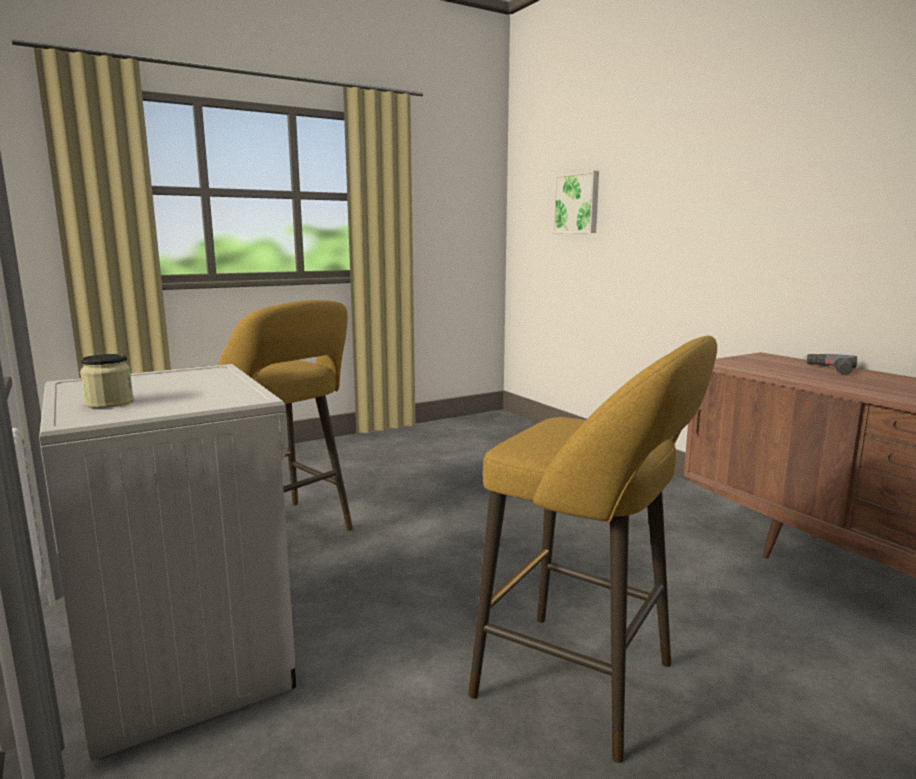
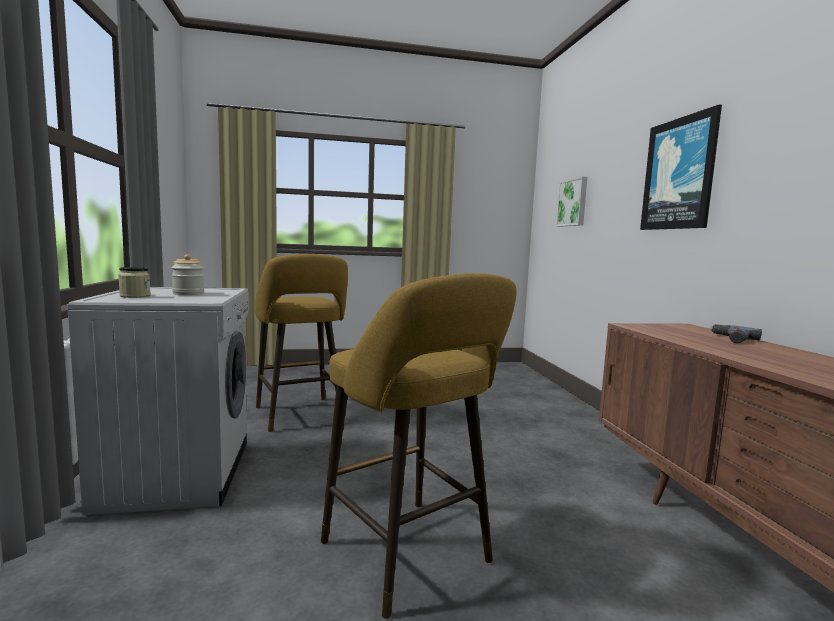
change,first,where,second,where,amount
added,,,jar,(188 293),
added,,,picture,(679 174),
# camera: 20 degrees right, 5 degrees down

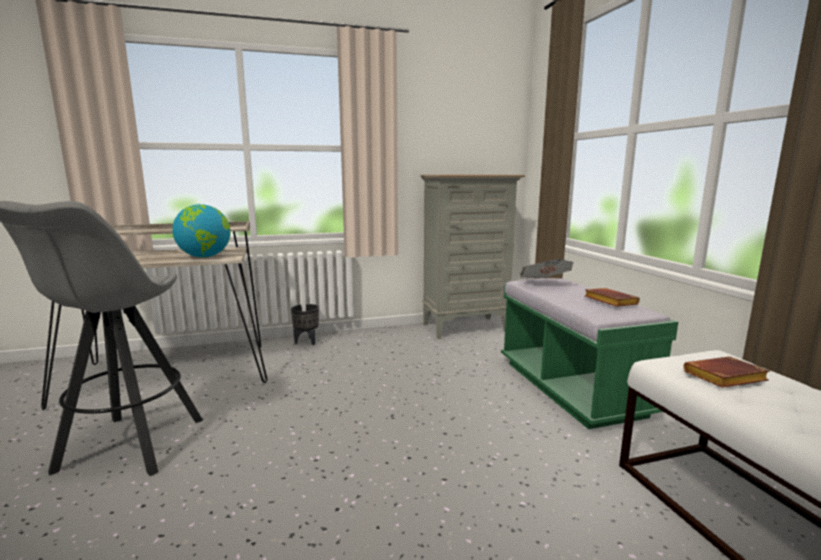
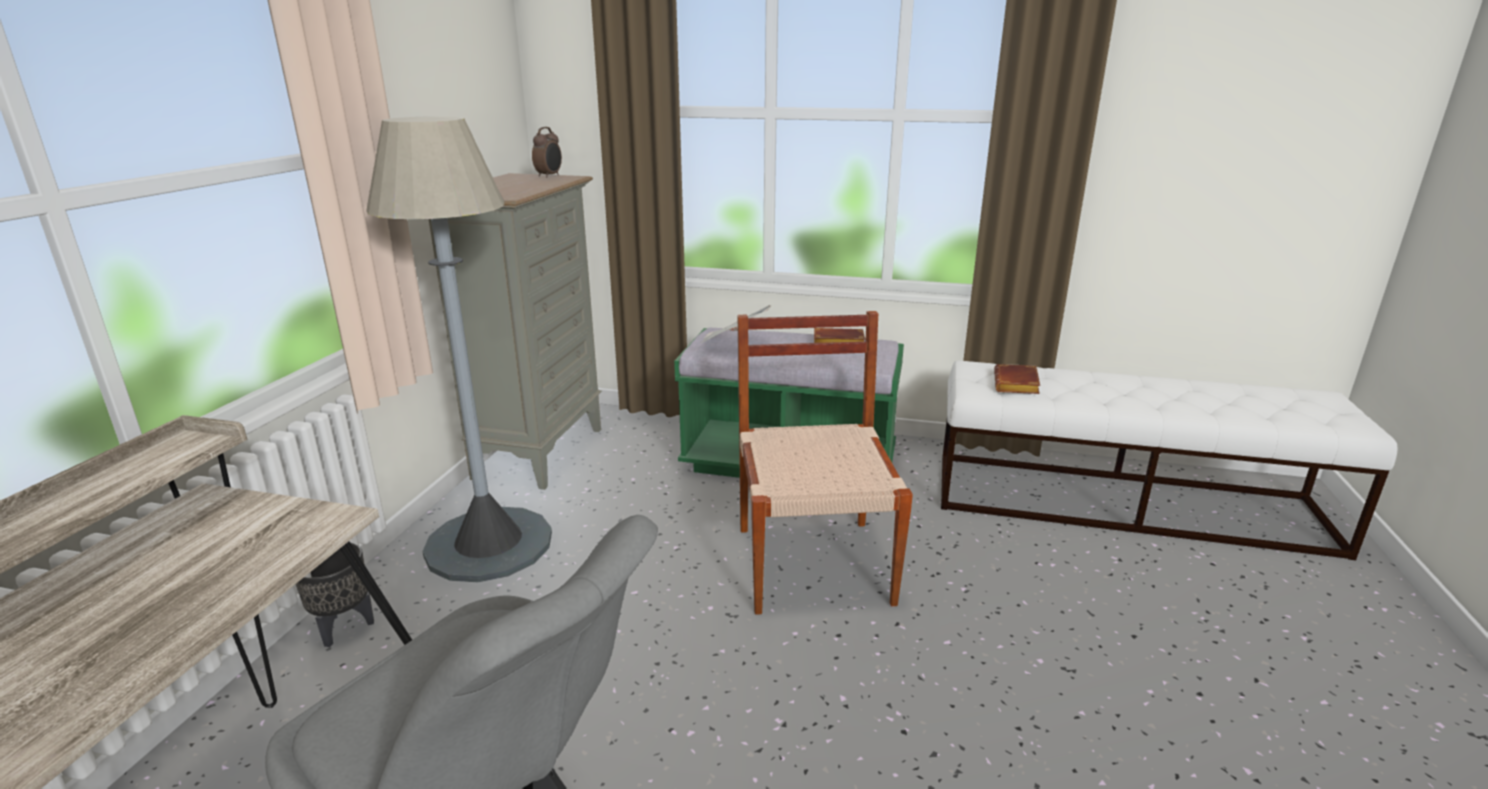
change,first,where,second,where,amount
added,,,grey floor lamp,(489 544),
added,,,alarm clock,(549 176),
added,,,chair,(813 562),
removed,globe,(205 257),,,
# camera: 60 degrees left, 10 degrees up

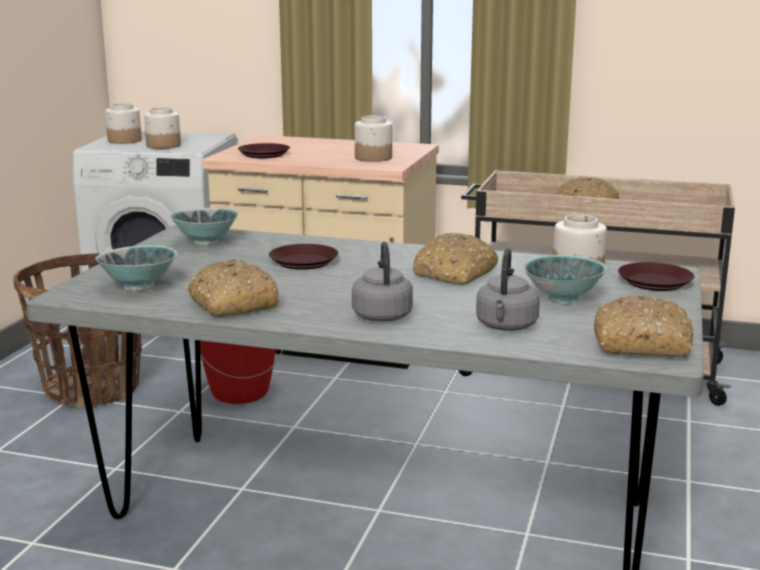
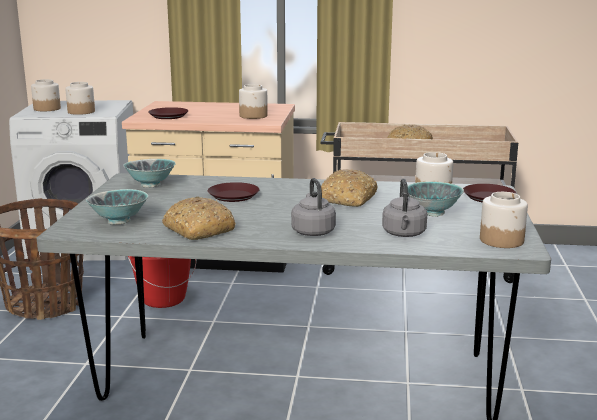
change,first,where,second,where,amount
replaced,bread,(642 344),jar,(502 240),
# camera: 10 degrees left, 0 degrees up

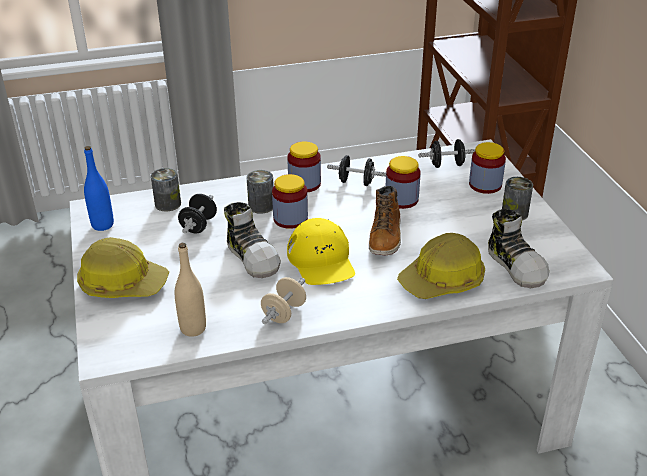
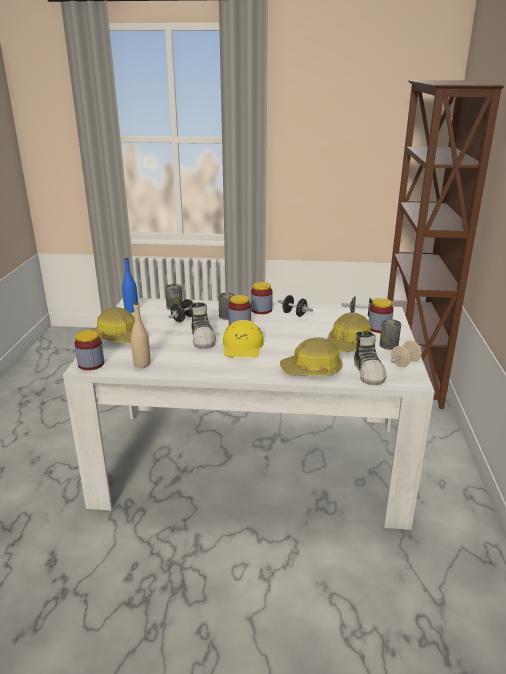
change,first,where,second,where,amount
moved,jar,(401 199),,(91 364),
added,,,hard hat,(348 343),
moved,beige dumbbell,(284 313),,(404 363),
removed,boot,(385 236),,,
# camera: 20 degrees right, 10 degrees down

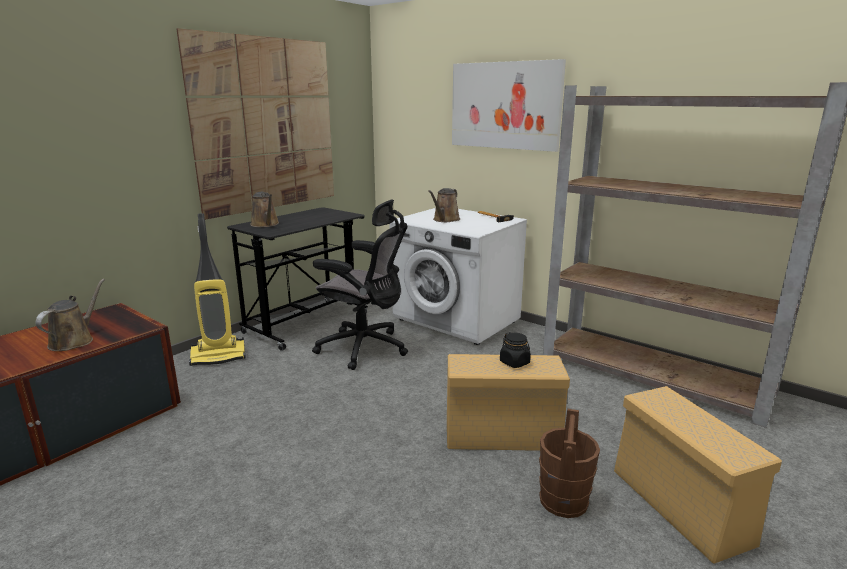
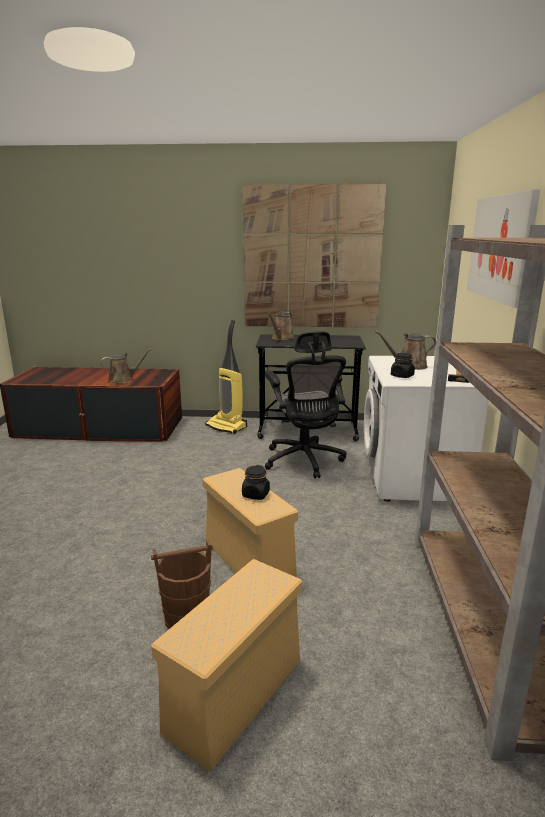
change,first,where,second,where,amount
added,,,black jar,(402 376),
# camera: 55 degrees right, 0 degrees up

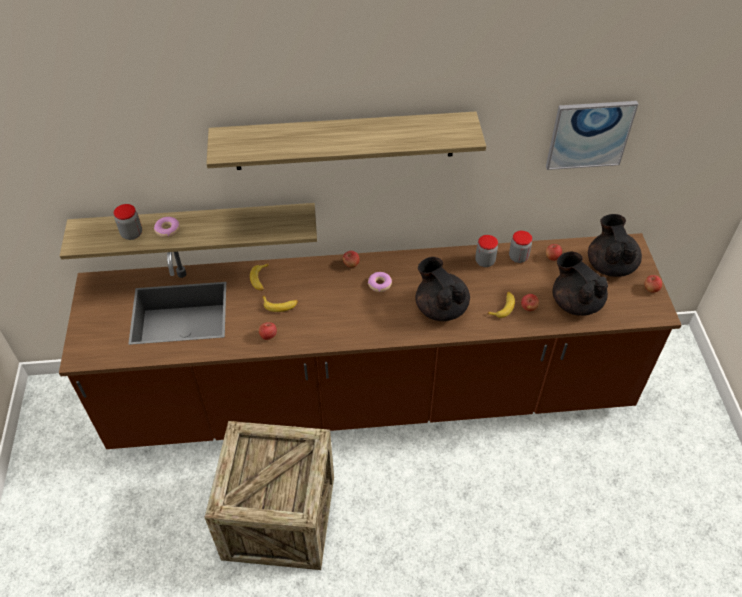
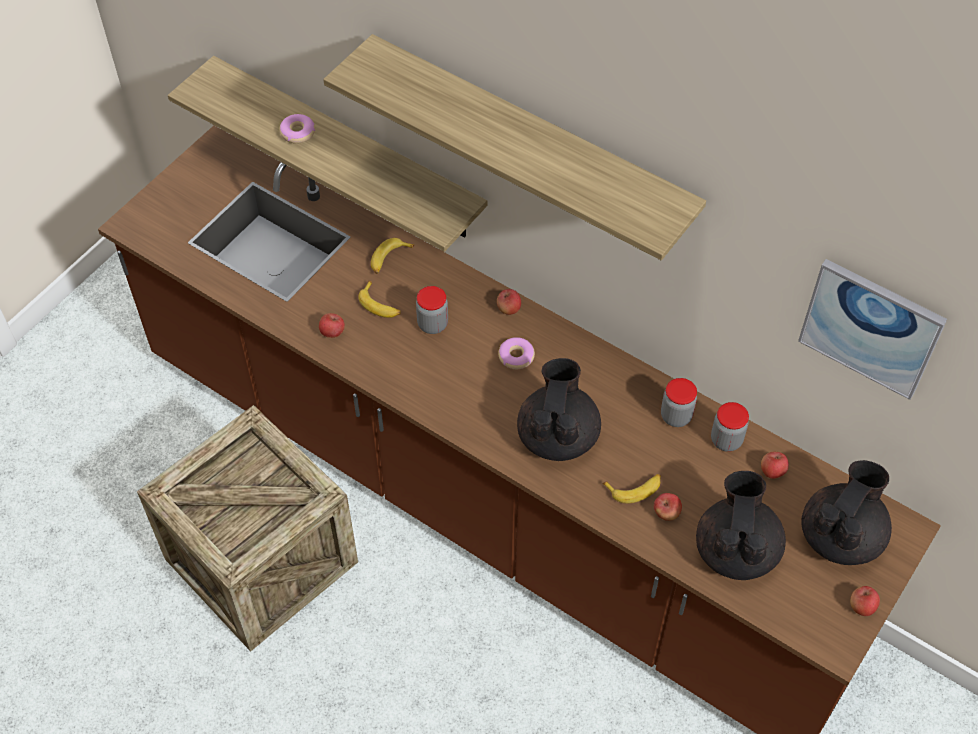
change,first,where,second,where,amount
moved,jar,(132 234),,(432 324),
# camera: 40 degrees right, 5 degrees up

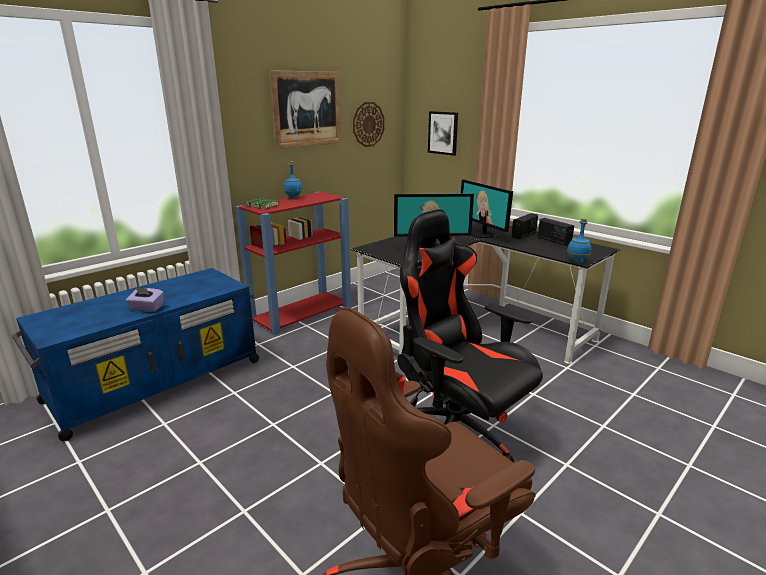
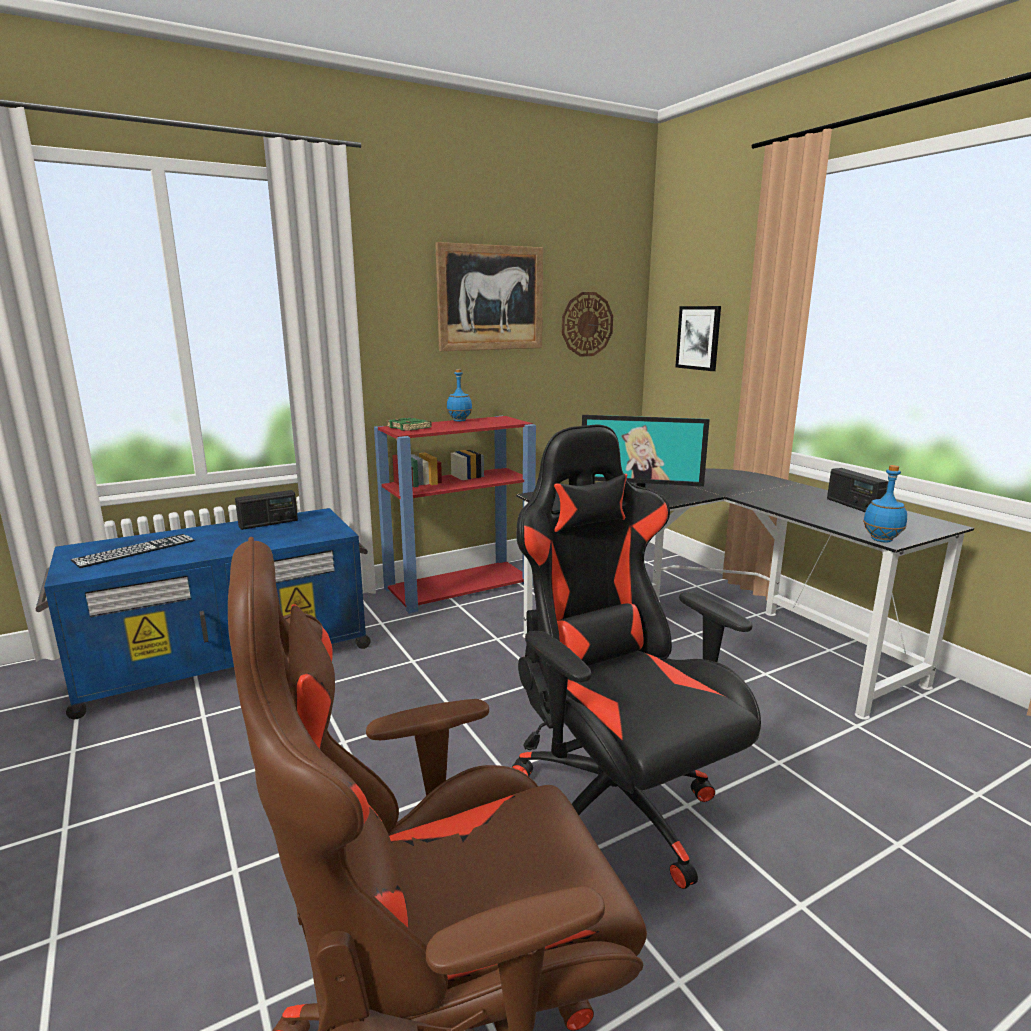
change,first,where,second,where,amount
added,,,keyboard,(135 550),
moved,radio,(524 235),,(268 523),
removed,purple tissue box,(147 308),,,
removed,monitor,(483 234),,,
# camera: 15 degrees right, 5 degrees down

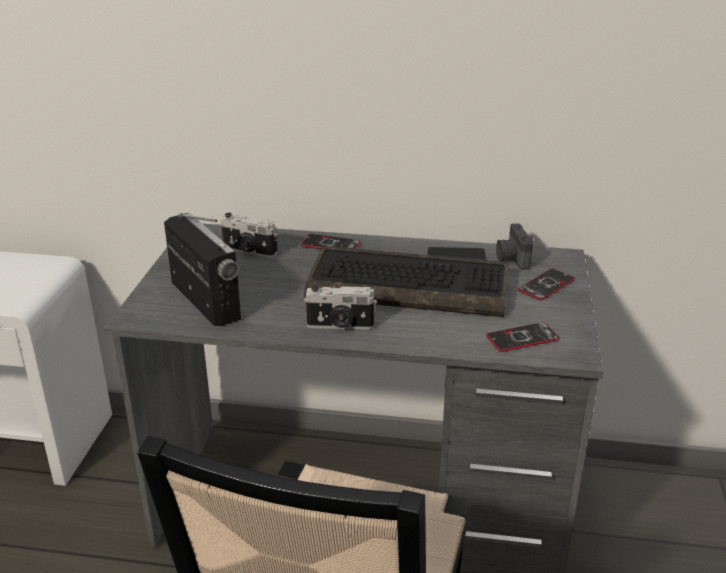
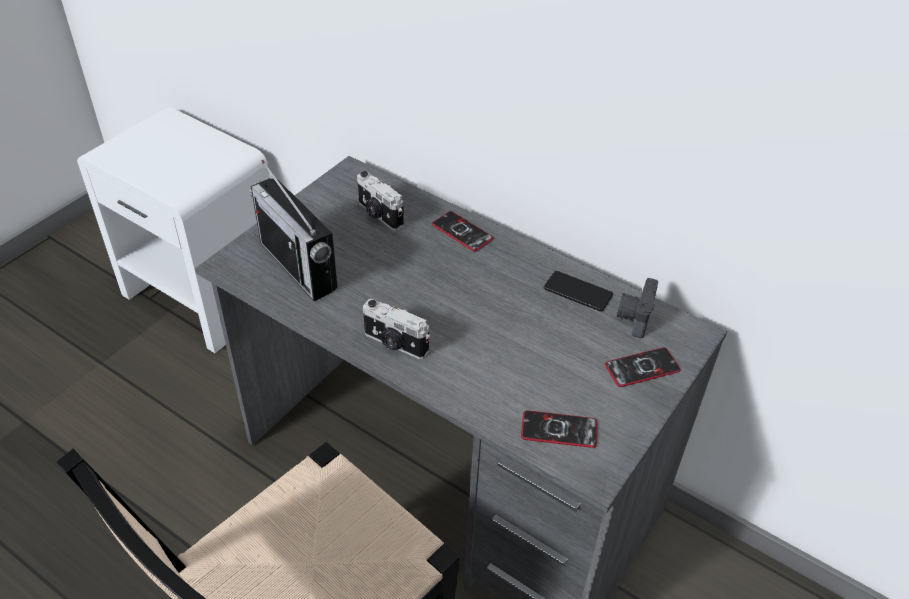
change,first,where,second,where,amount
turned,radio,(205 301),,(298 266),150 degrees clockwise
removed,keyboard,(411 285),,,
# camera: 25 degrees right, 15 degrees up

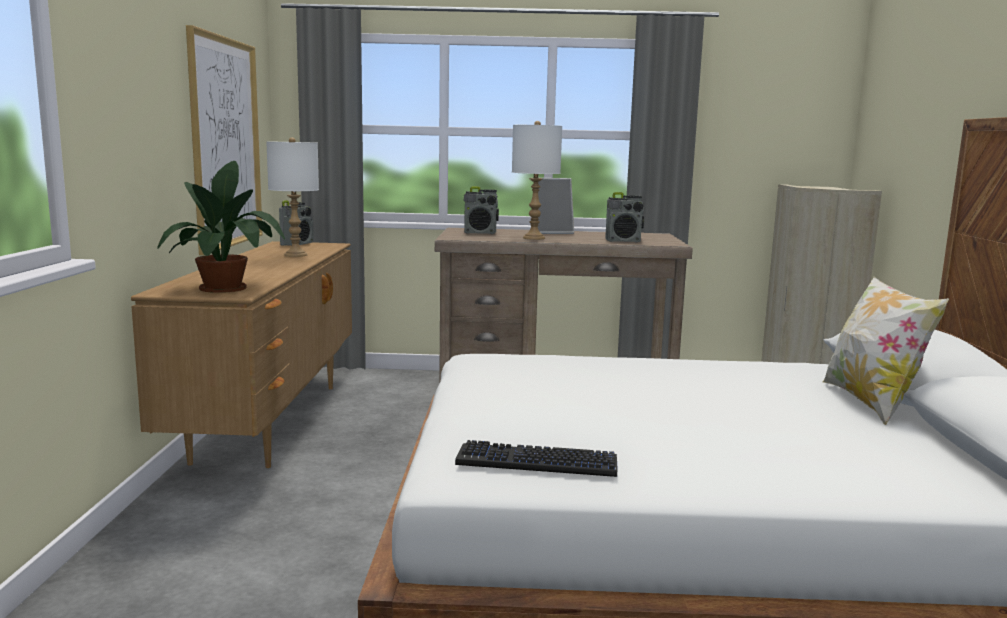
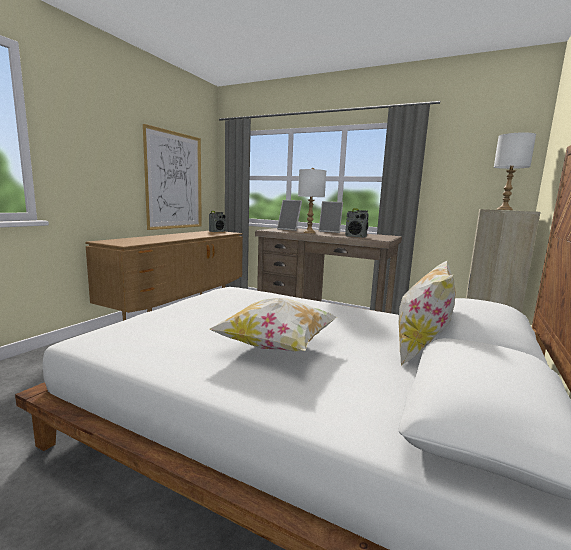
change,first,where,second,where,amount
added,,,pillow,(277 346),
replaced,radio,(480 233),picture frame,(289 229),
moved,white table lamp,(295 255),,(504 209),
removed,potted plant,(227 287),,,
removed,keyboard,(537 461),,,
# camera: 25 degrees right, 0 degrees up

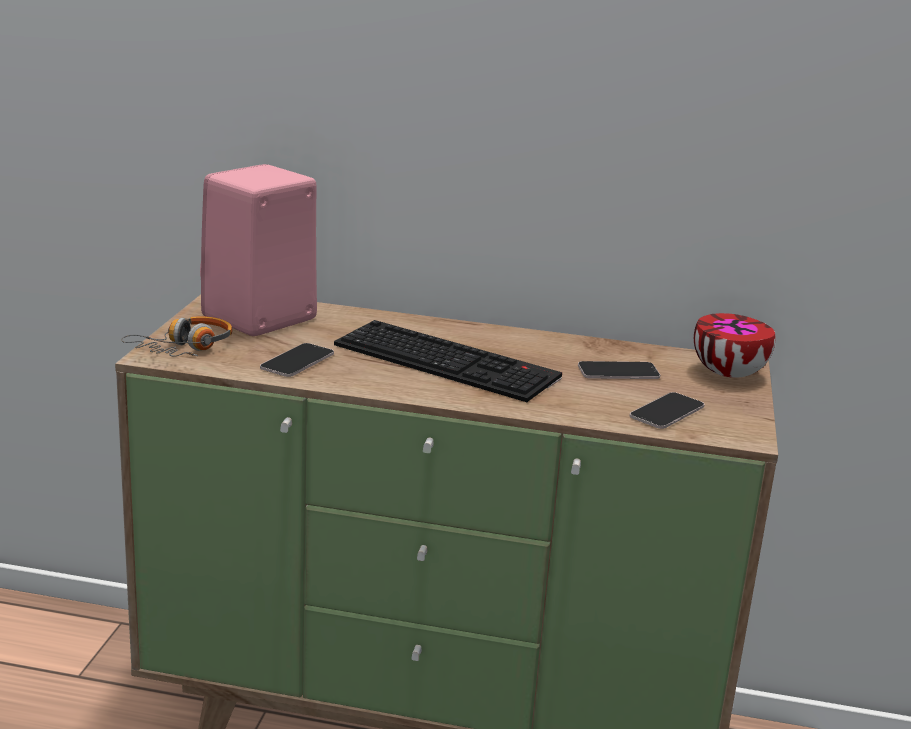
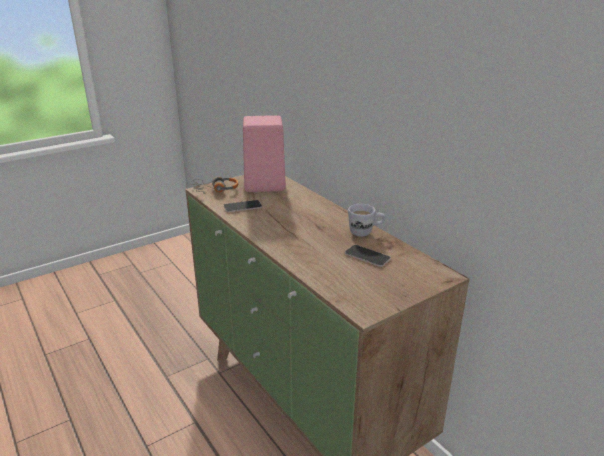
change,first,where,second,where,amount
added,,,white mug,(365 232),
removed,keyboard,(449 361),,,
removed,phone,(667 412),,,
removed,bowl,(728 374),,,
# camera: 45 degrees right, 5 degrees up

